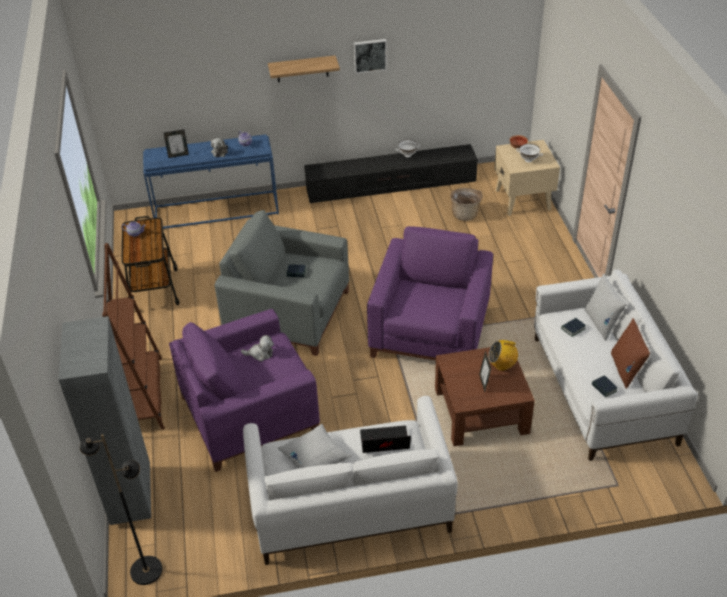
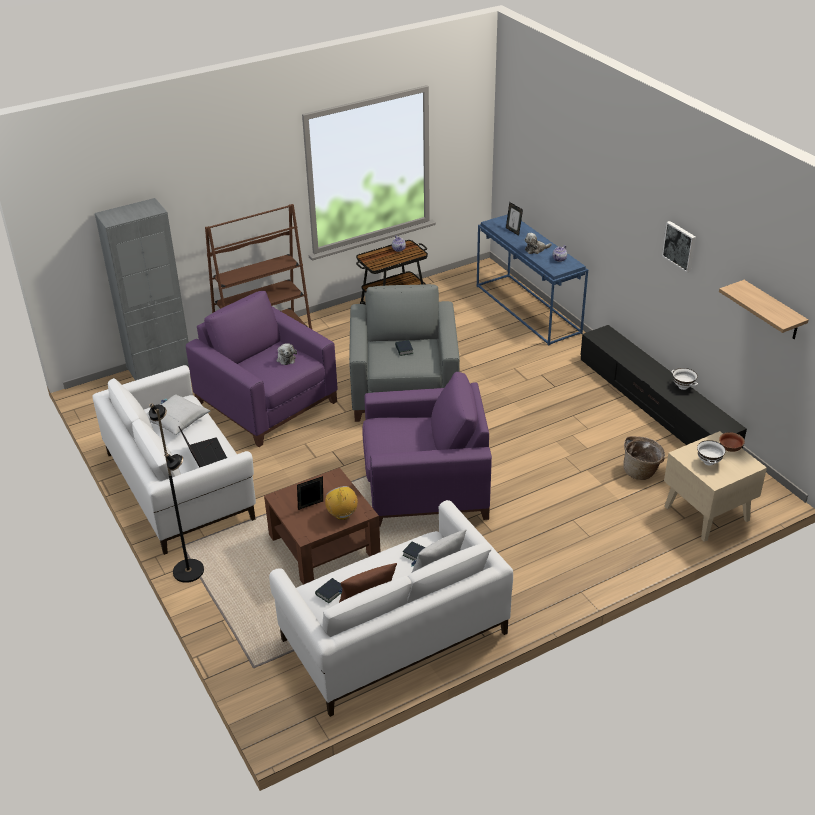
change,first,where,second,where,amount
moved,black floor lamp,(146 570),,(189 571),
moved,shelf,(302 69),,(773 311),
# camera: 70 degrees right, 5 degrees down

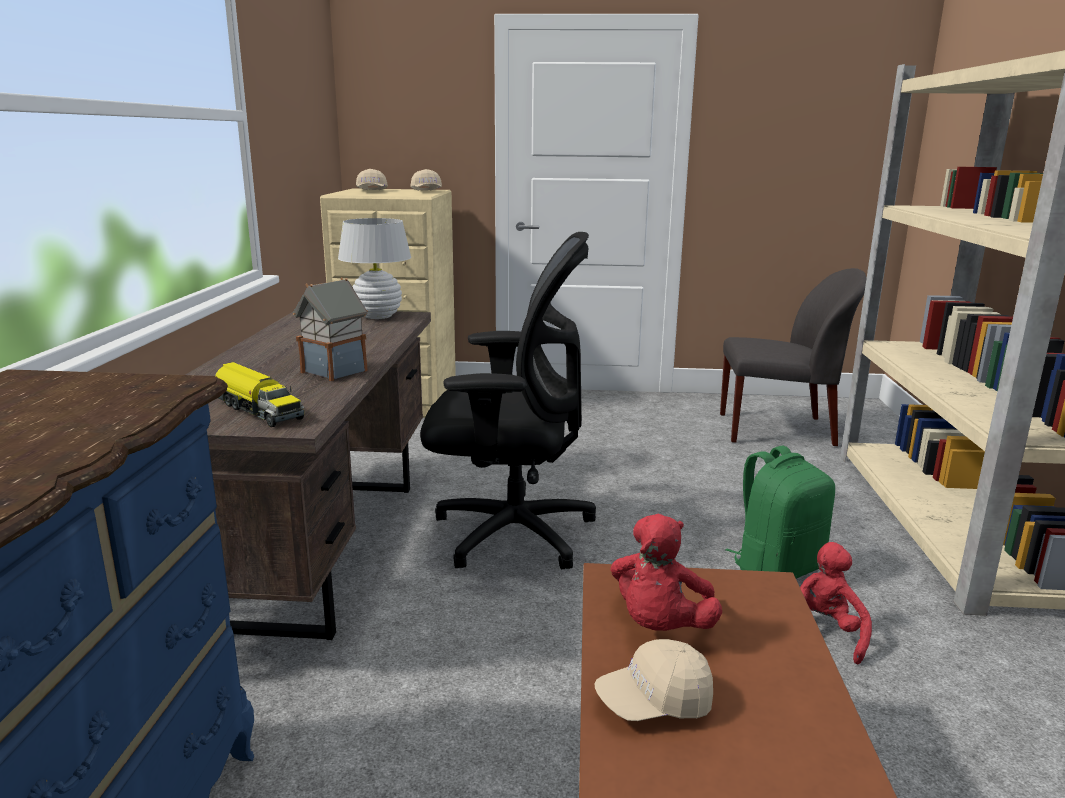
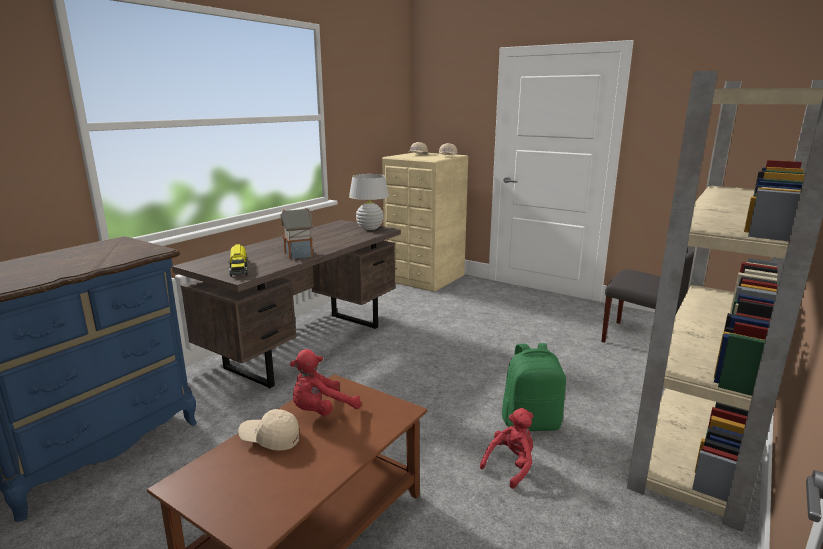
change,first,where,second,where,amount
removed,black office chair,(504 535),,,
# camera: 30 degrees right, 0 degrees up

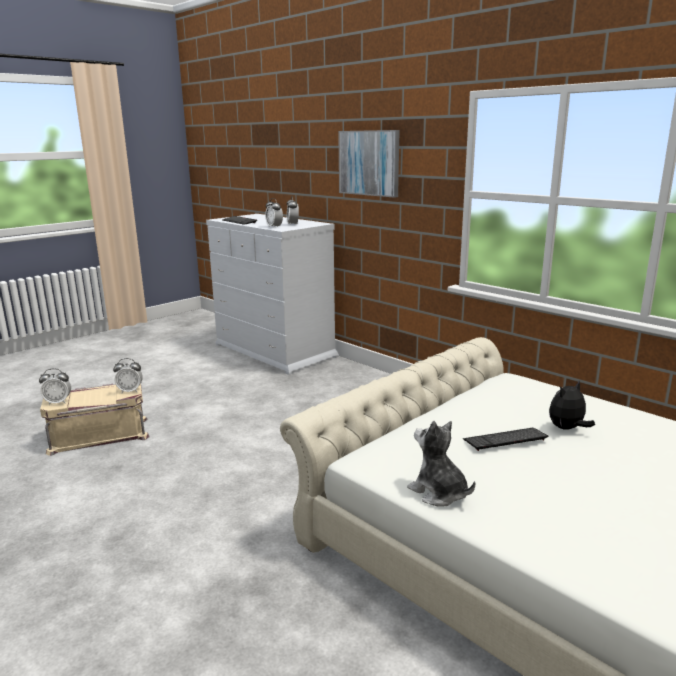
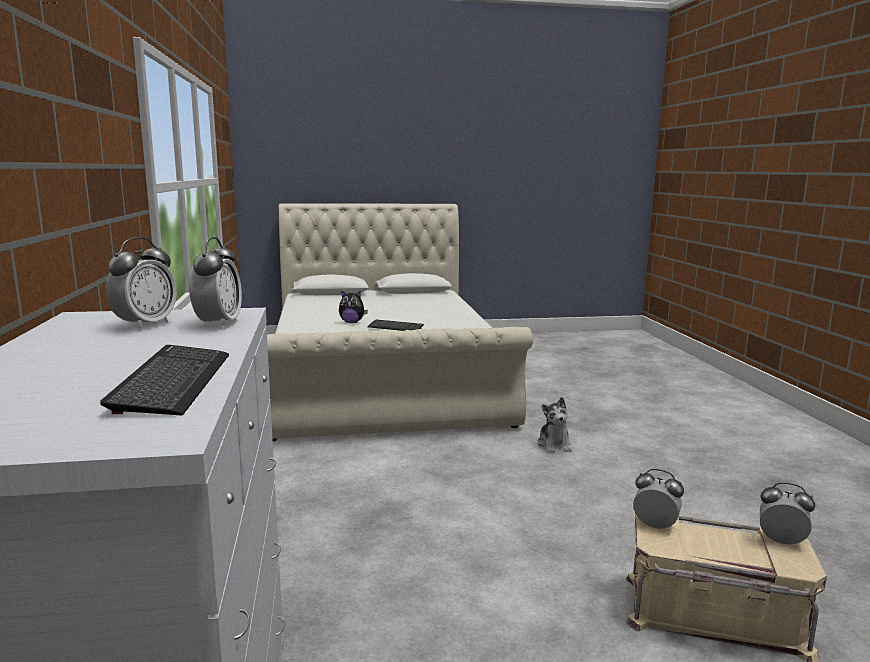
change,first,where,second,where,amount
moved,plush toy,(439 493),,(554 445),
removed,picture,(369 163),,,
# camera: 145 degrees left, 5 degrees down

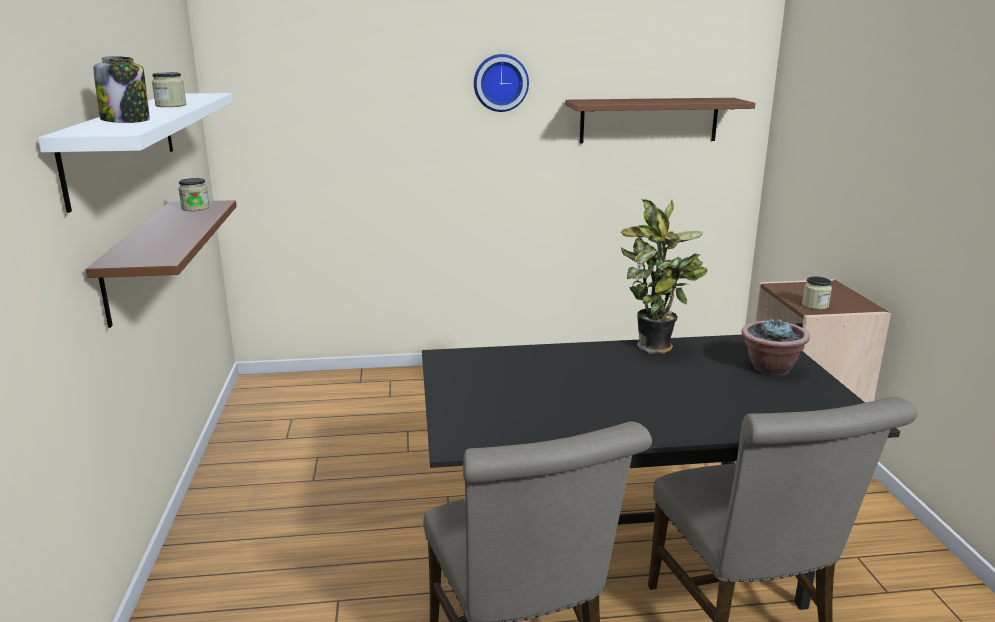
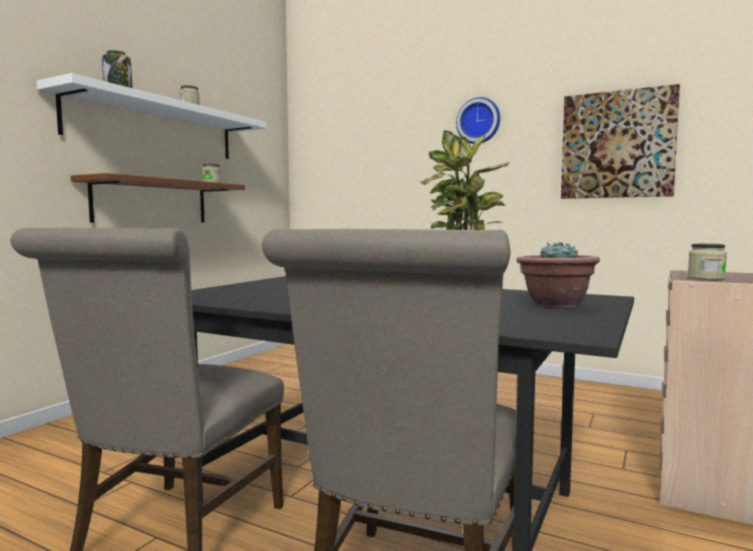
change,first,where,second,where,amount
replaced,brown shelf,(649 120),picture,(617 145),
# camera: 35 degrees right, 15 degrees down

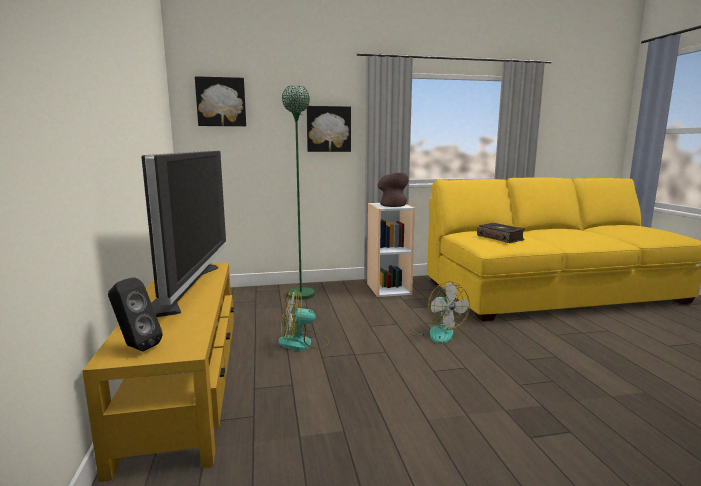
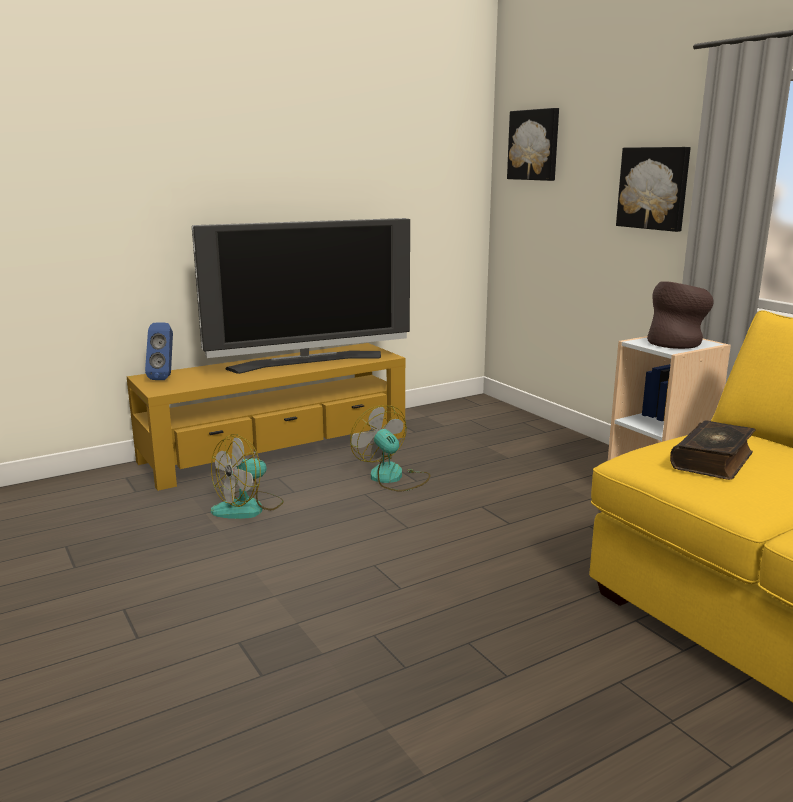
change,first,where,second,where,amount
recoloured,black speaker,(135 347),blue speaker,(164 378),
moved,fan,(436 332),,(248 507),
removed,green floor lamp,(301 294),,,
# camera: 70 degrees right, 5 degrees up

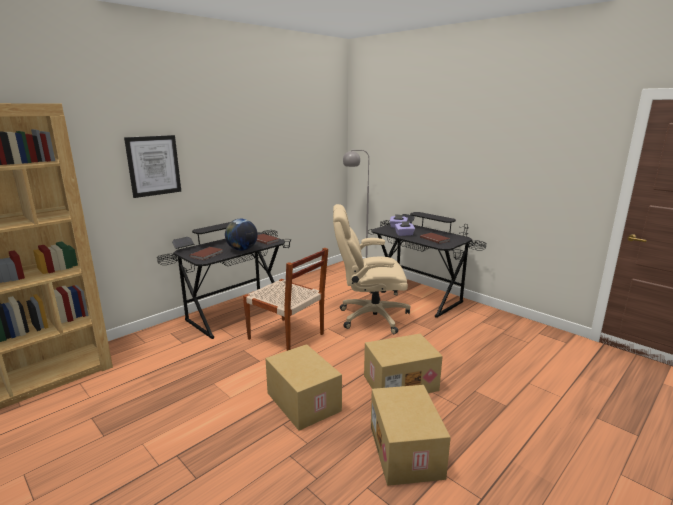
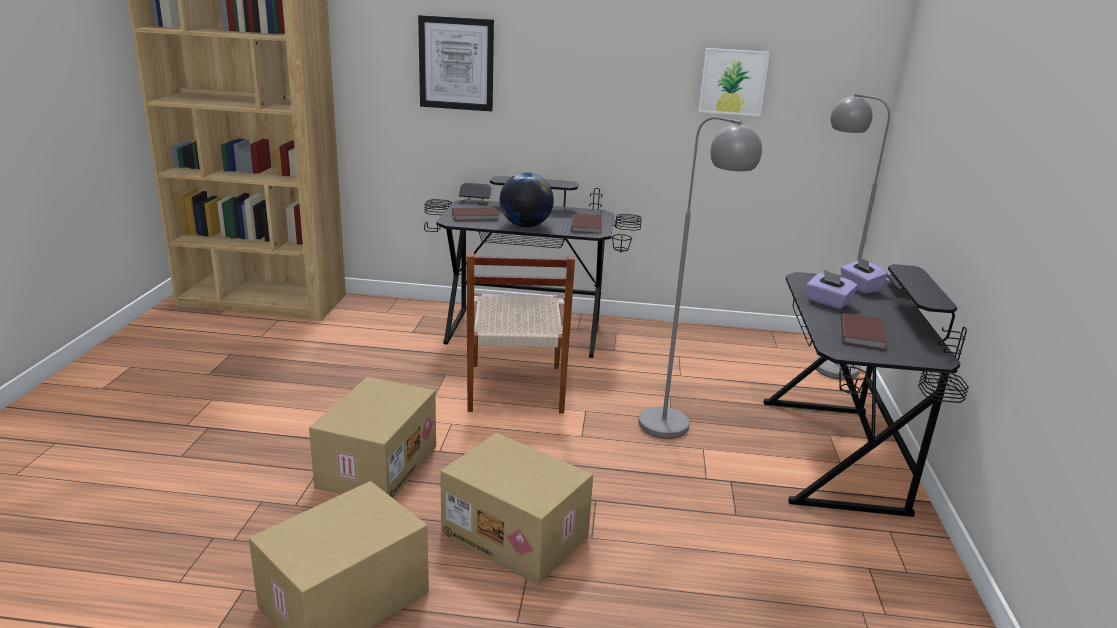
change,first,where,second,where,amount
replaced,beige office chair,(368 317),grey floor lamp,(676 432),
added,,,picture,(733 82),
# camera: 50 degrees right, 5 degrees up

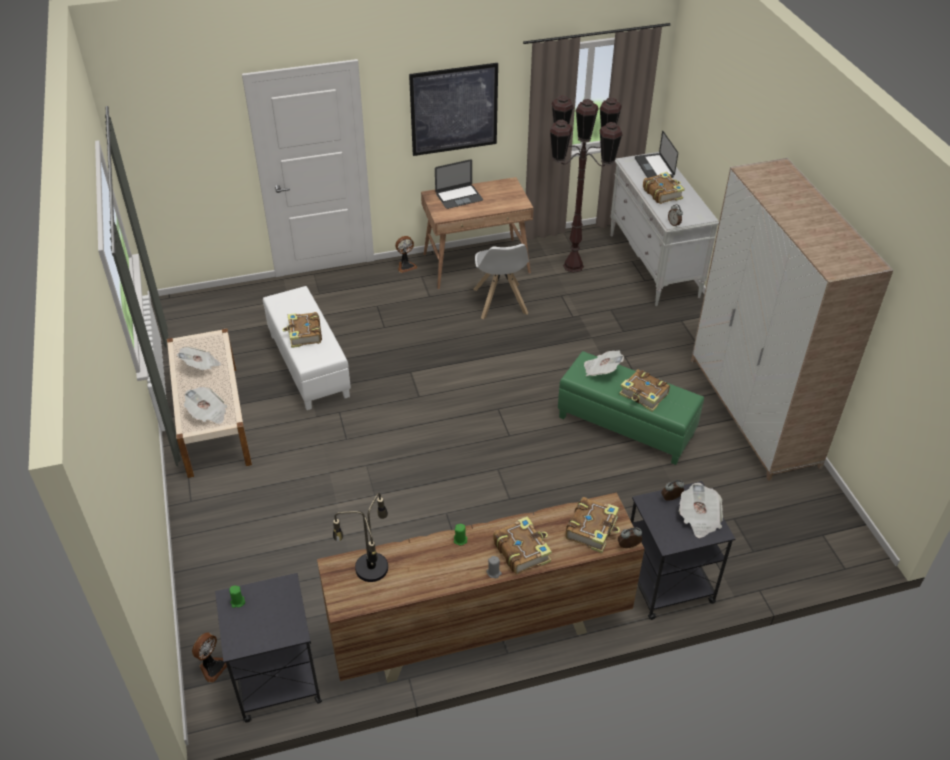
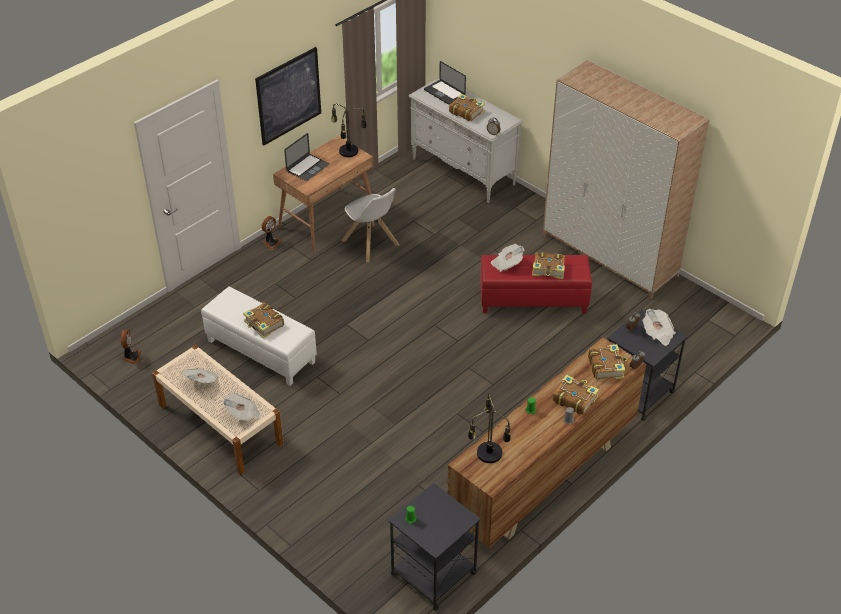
change,first,where,second,where,amount
moved,fan,(212 667),,(131 357),
added,,,table lamp,(348 151),
recoloured,green ottoman,(625 426),red ottoman,(532 300),
removed,brown floor lamp,(573 266),,,
# camera: 30 degrees left, 0 degrees up

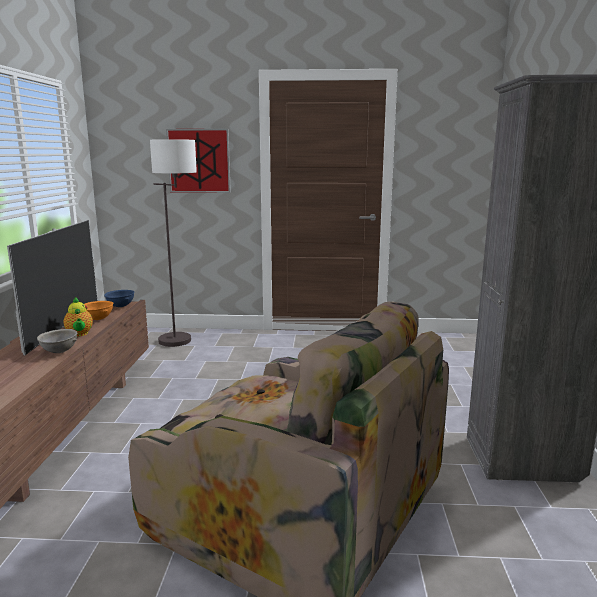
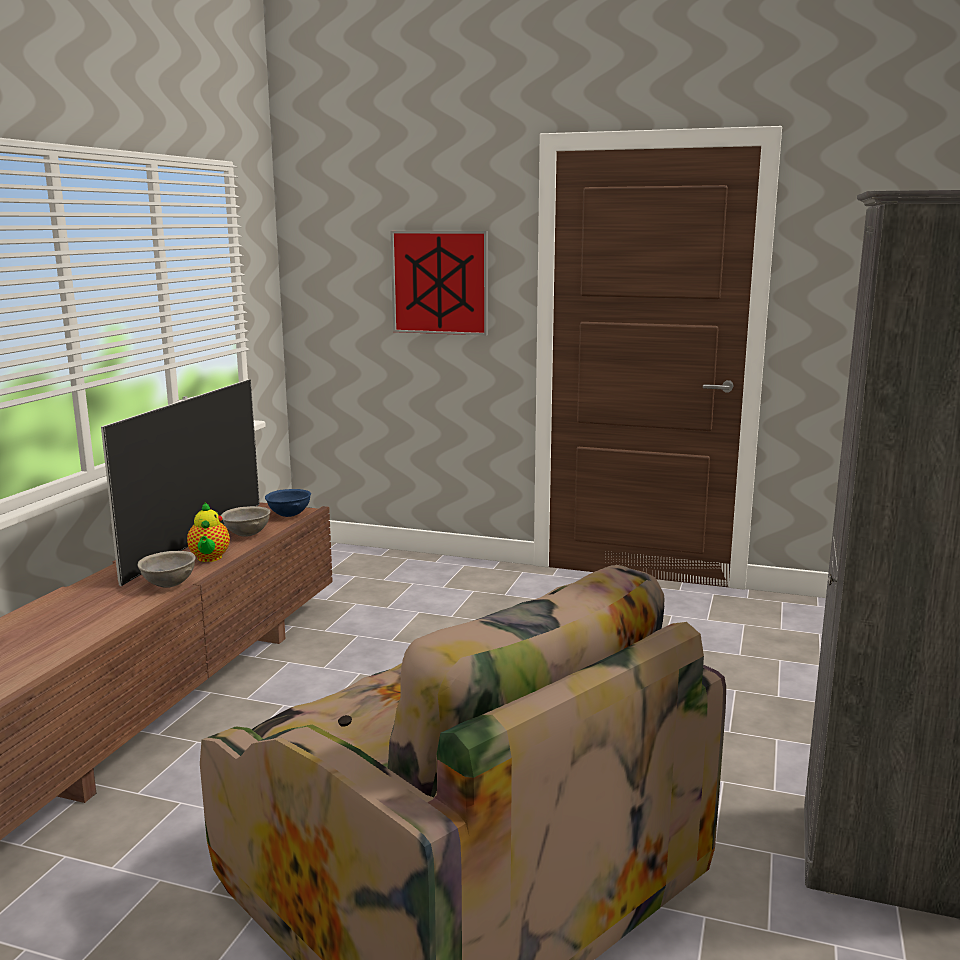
change,first,where,second,where,amount
recoloured,orange bowl,(98 319),grey bowl,(247 535),
removed,white floor lamp,(181 343),,,
# camera: 15 degrees right, 0 degrees up

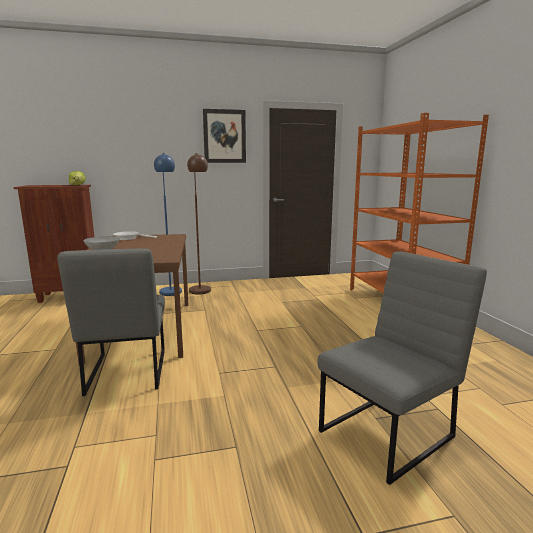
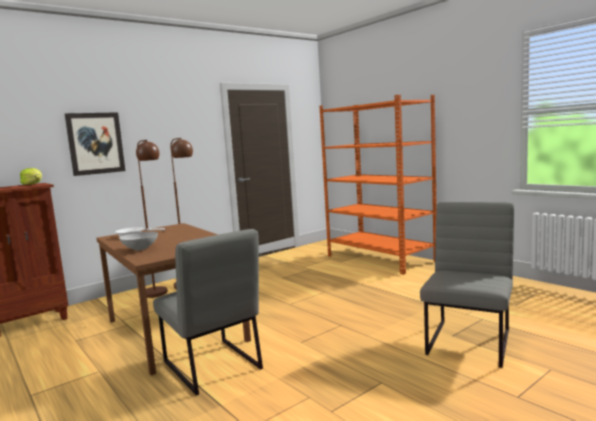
change,first,where,second,where,amount
moved,picture,(224 136),,(95 143),
recoloured,blue floor lamp,(171 294),brown floor lamp,(159 295),
# camera: 25 degrees left, 5 degrees down

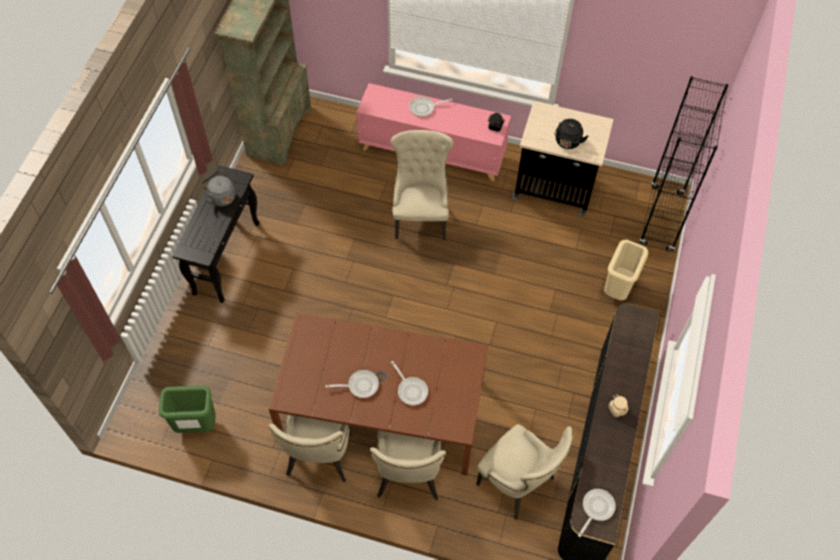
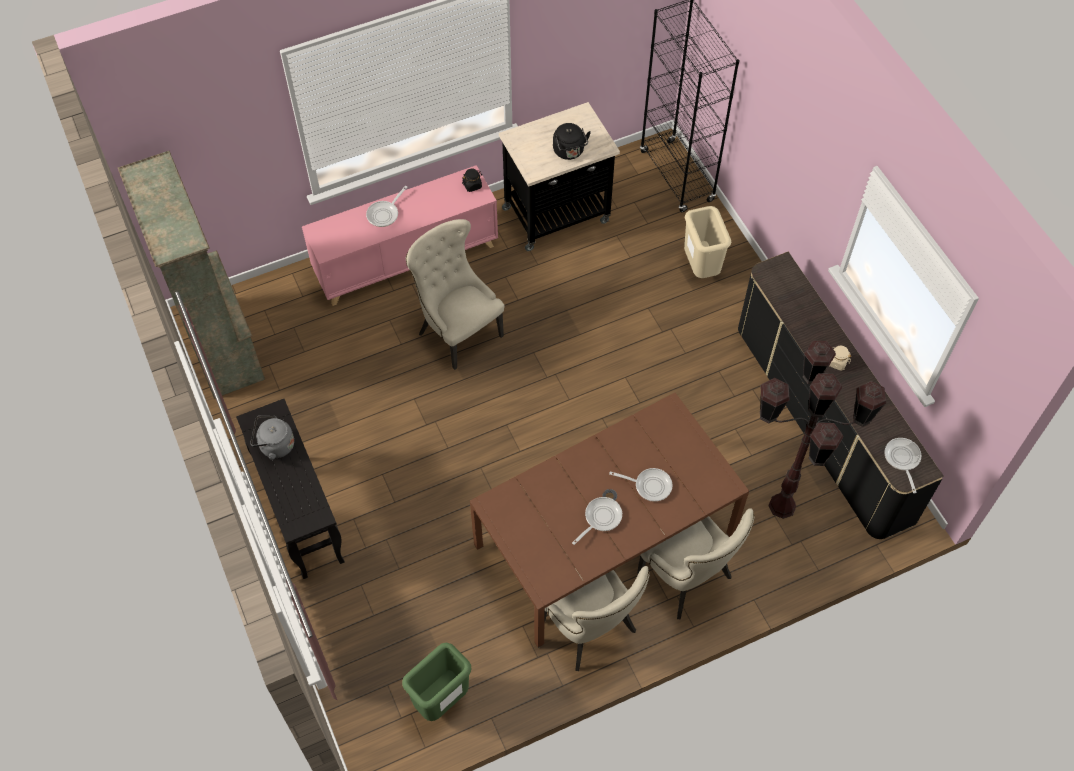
change,first,where,second,where,amount
replaced,beige chair,(517 483),brown floor lamp,(783 506),
# camera: 40 degrees left, 0 degrees up

